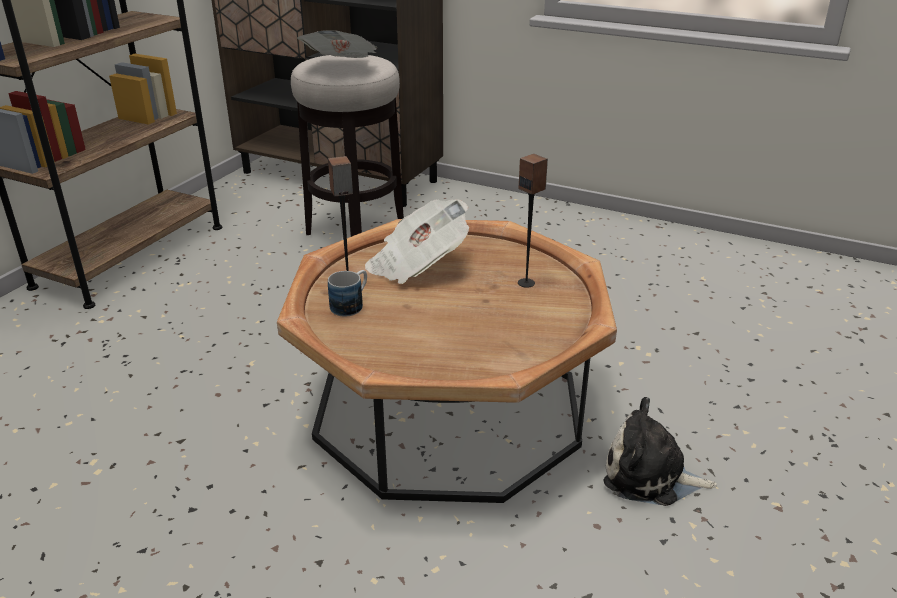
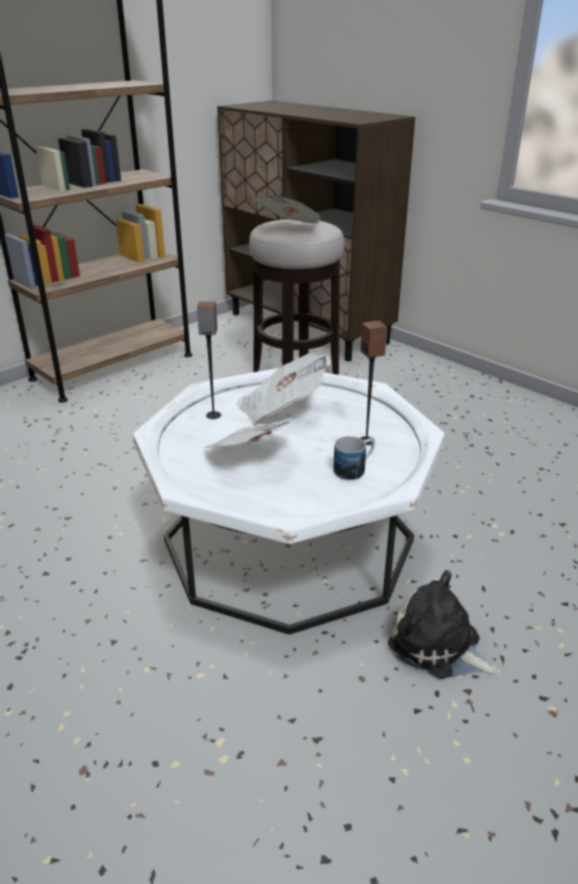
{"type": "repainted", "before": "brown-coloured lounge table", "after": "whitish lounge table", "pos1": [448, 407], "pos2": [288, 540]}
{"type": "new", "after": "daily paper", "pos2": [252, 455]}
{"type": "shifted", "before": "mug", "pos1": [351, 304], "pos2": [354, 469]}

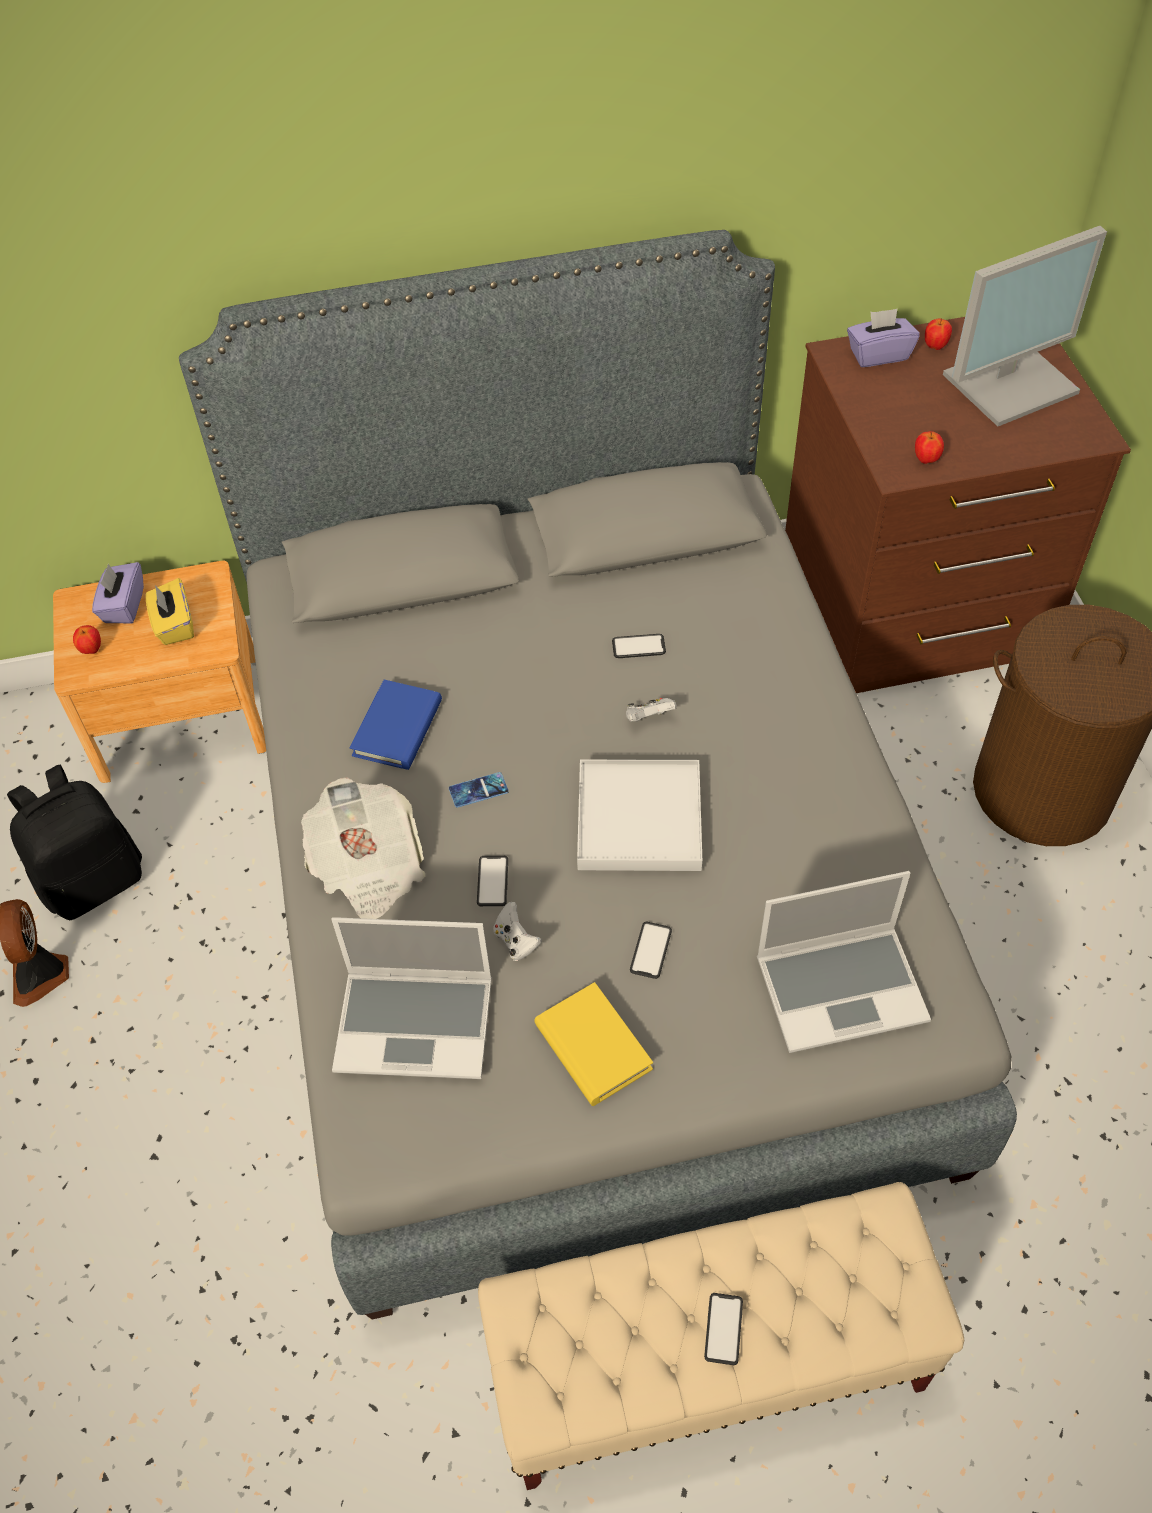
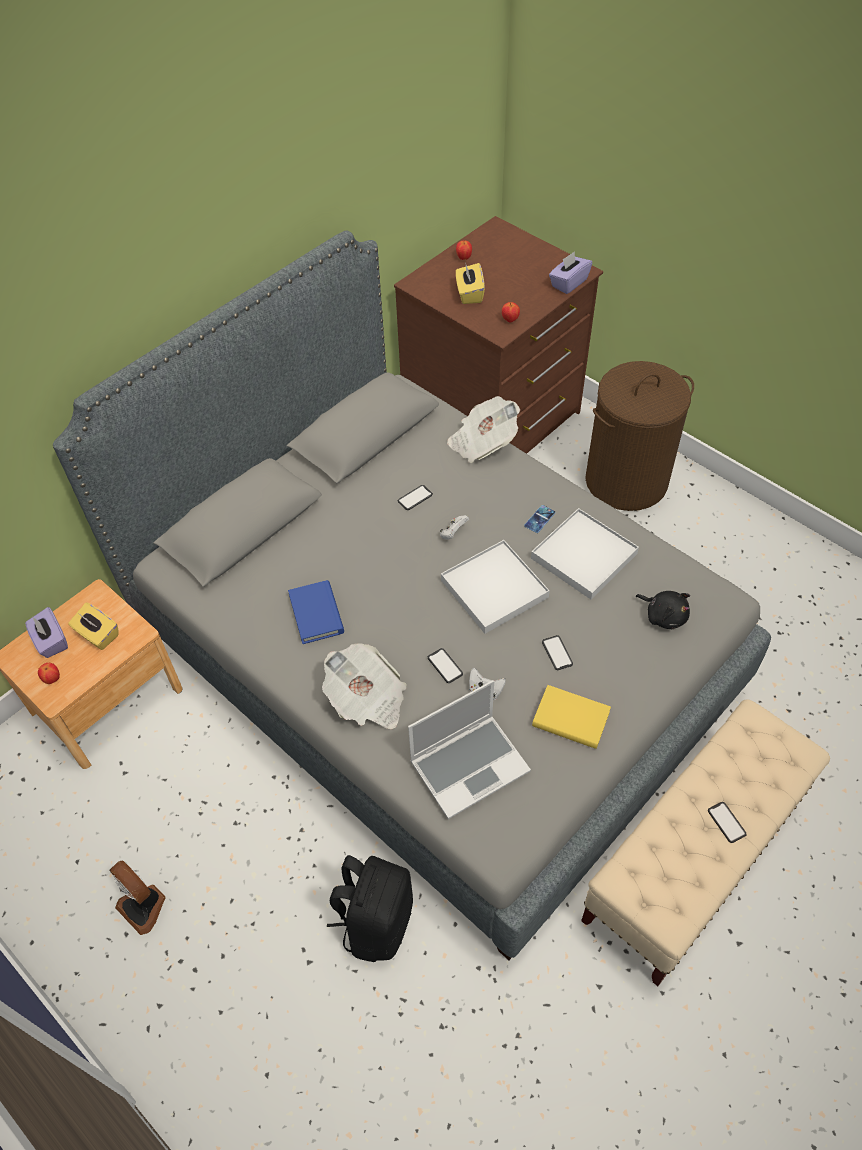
{"type": "shifted", "before": "black backpack", "pos1": [93, 880], "pos2": [376, 921]}
{"type": "new", "after": "daily paper", "pos2": [482, 442]}
{"type": "new", "after": "yellow box of tissues", "pos2": [469, 294]}
{"type": "shifted", "before": "phone", "pos1": [478, 790], "pos2": [539, 519]}
{"type": "new", "after": "whitish tray", "pos2": [584, 556]}
{"type": "shifted", "before": "purplish box of tissues", "pos1": [878, 354], "pos2": [568, 283]}
{"type": "swapped", "before": "laptop", "after": "black plush toy", "pos1": [842, 987], "pos2": [664, 615]}
{"type": "gone", "before": "computer display", "pos1": [1010, 382]}

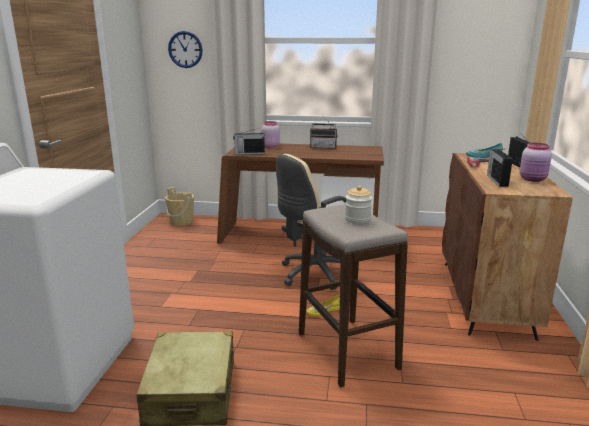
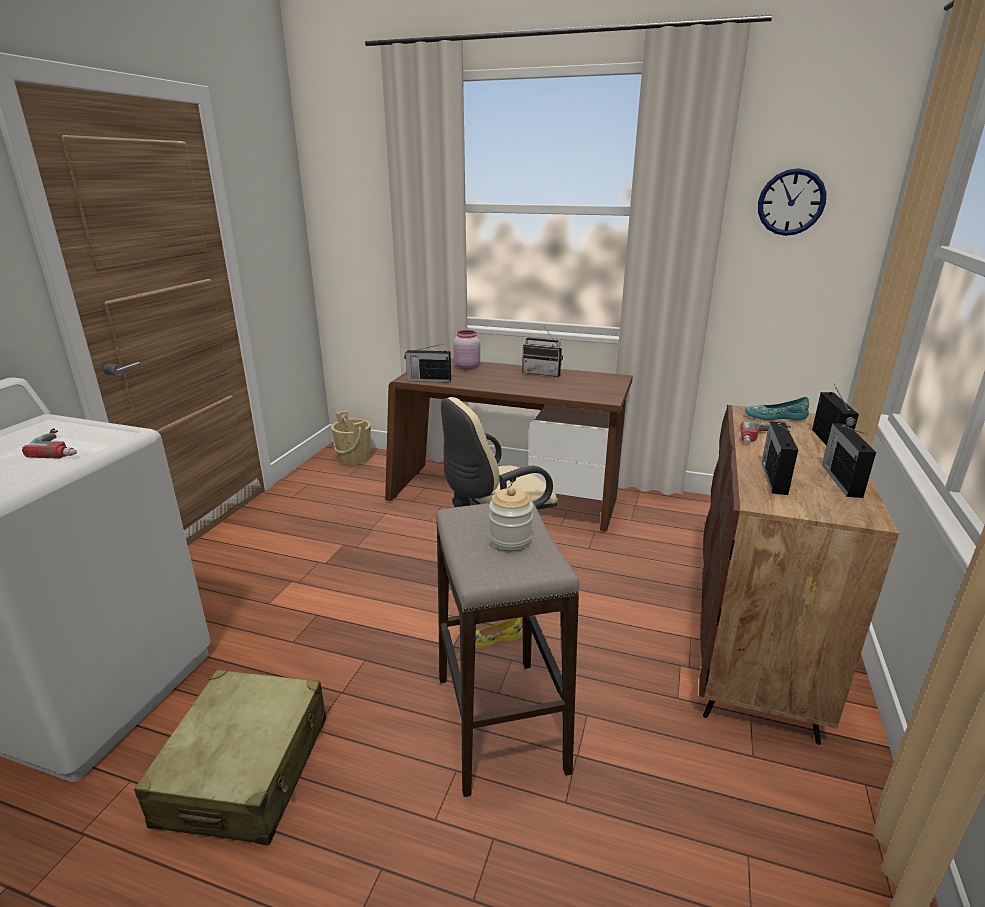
{"type": "new", "after": "electric drill", "pos2": [64, 446]}
{"type": "shifted", "before": "hanging clock", "pos1": [185, 49], "pos2": [791, 202]}
{"type": "swapped", "before": "pinkish storage jar", "after": "radio receiver", "pos1": [533, 179], "pos2": [841, 480]}

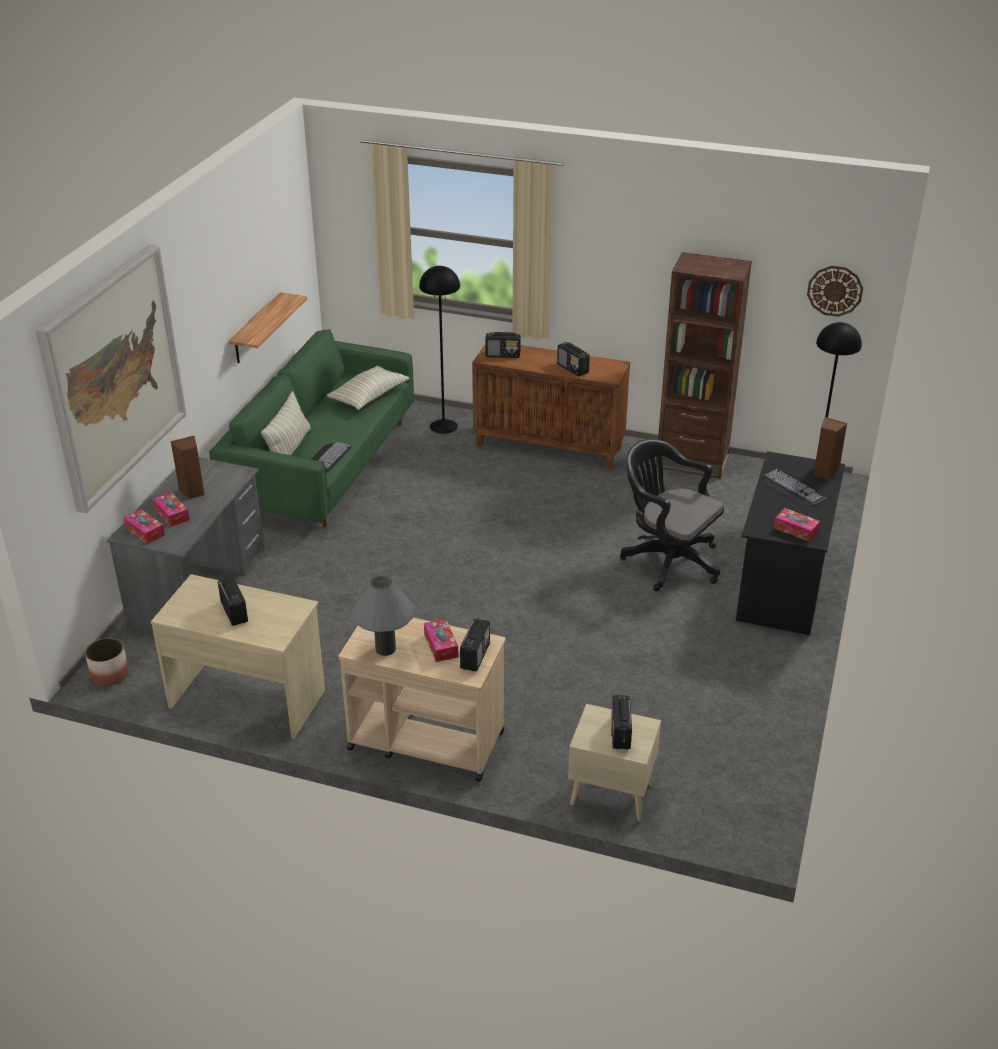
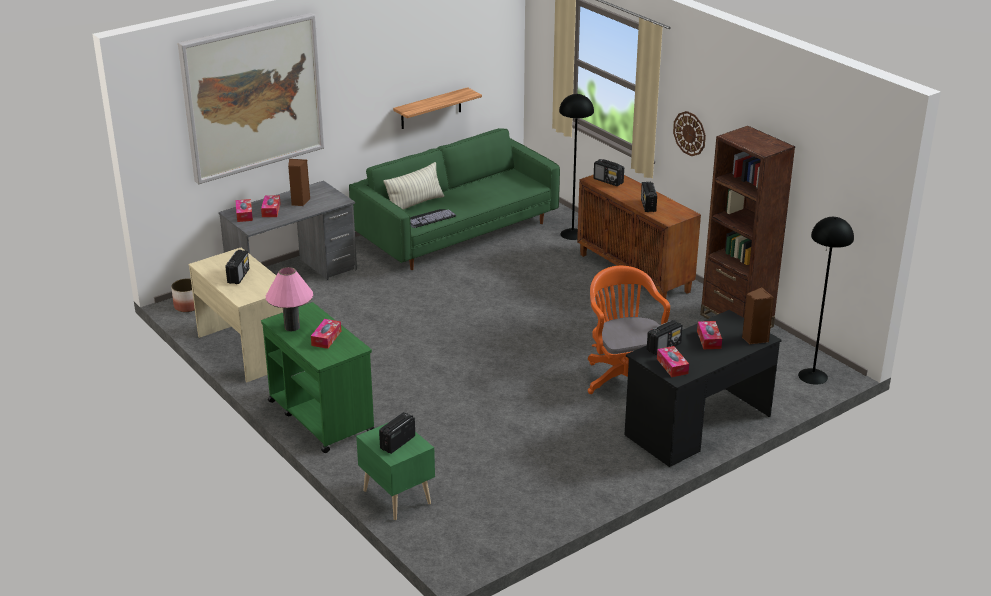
{"type": "repainted", "before": "sand-coloured wheeled cart", "after": "greenish wheeled cart", "pos1": [425, 740], "pos2": [320, 416]}
{"type": "repainted", "before": "greyish table lamp", "after": "pinkish table lamp", "pos1": [385, 649], "pos2": [292, 327]}
{"type": "repainted", "before": "sand-coloured nightstand", "after": "greenish nightstand", "pos1": [610, 792], "pos2": [397, 496]}
{"type": "repainted", "before": "black computer chair", "after": "orangey computer chair", "pos1": [667, 560], "pos2": [625, 378]}
{"type": "shifted", "before": "radio receiver", "pos1": [475, 656], "pos2": [664, 347]}
{"type": "shifted", "before": "hanging clock", "pos1": [835, 290], "pos2": [689, 133]}
{"type": "swapped", "before": "keyboard", "after": "box of tissues", "pos1": [790, 489], "pos2": [709, 340]}
{"type": "gone", "before": "cushion", "pos1": [369, 397]}

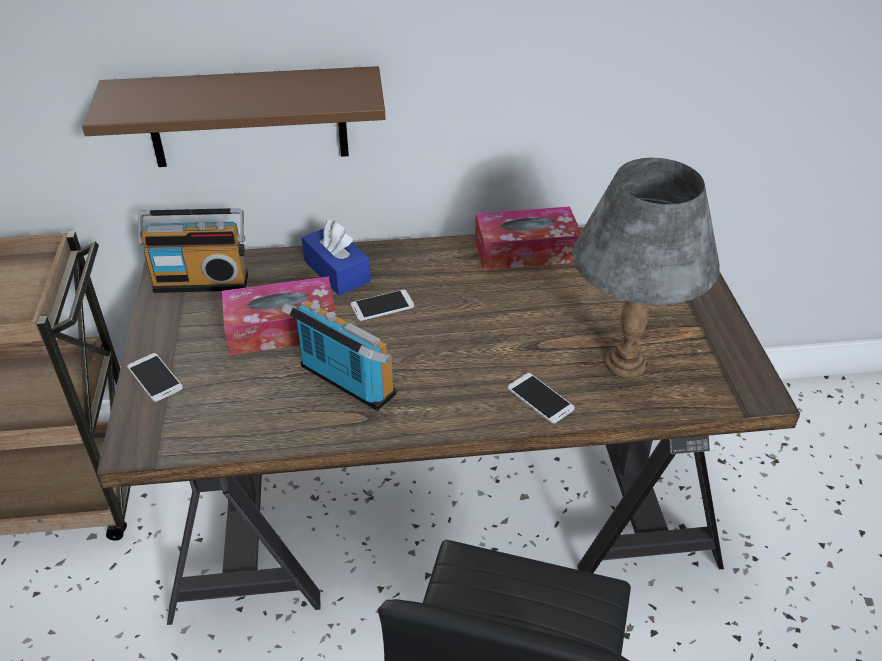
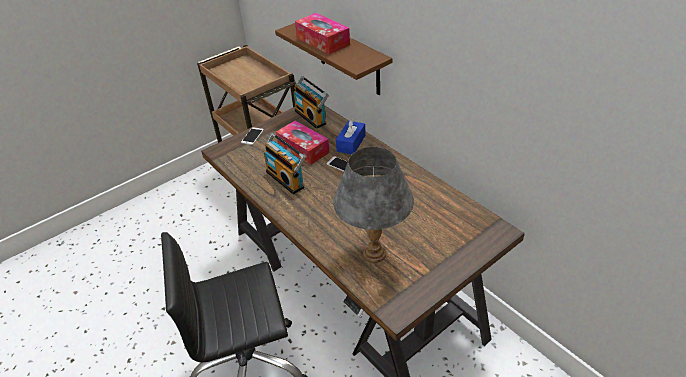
{"type": "rotated", "before": "radio receiver", "pos1": [343, 383], "pos2": [287, 178], "turn": 135}
{"type": "shifted", "before": "box of tissues", "pos1": [526, 251], "pos2": [323, 41]}
{"type": "gone", "before": "phone", "pos1": [540, 398]}

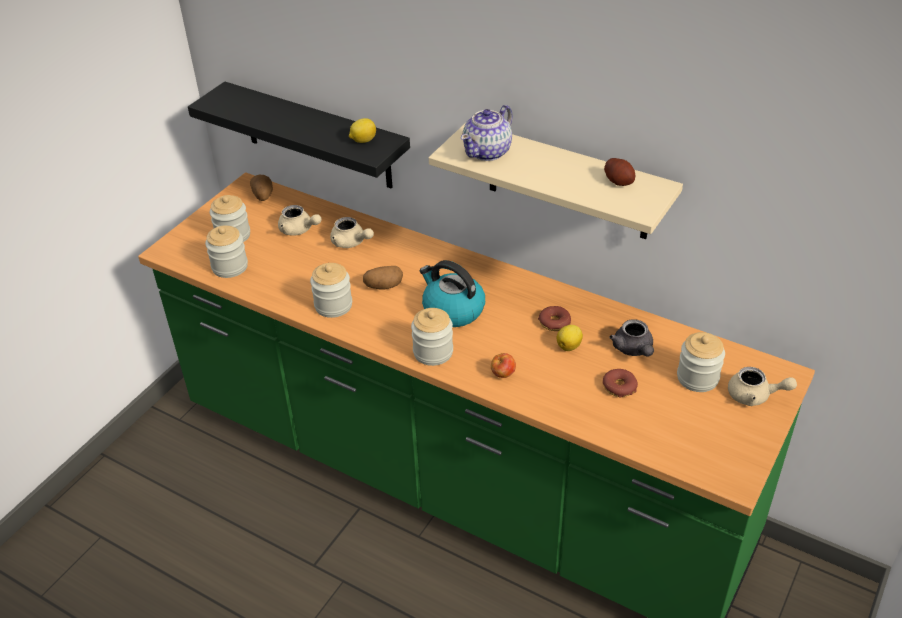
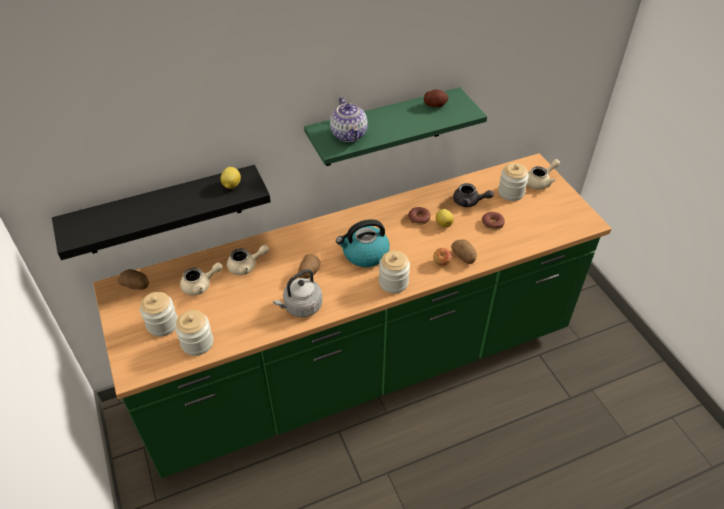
{"type": "swapped", "before": "storage jar", "after": "greyish water kettle", "pos1": [333, 305], "pos2": [301, 307]}
{"type": "repainted", "before": "sand-coloured wall shelf", "after": "greenish wall shelf", "pos1": [568, 182], "pos2": [383, 128]}
{"type": "new", "after": "spud", "pos2": [464, 257]}

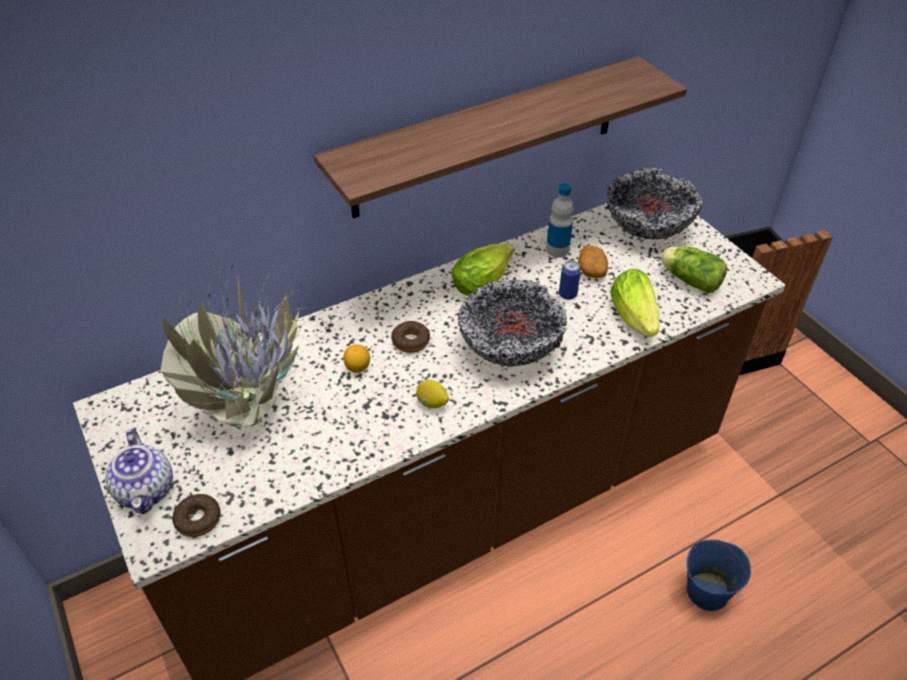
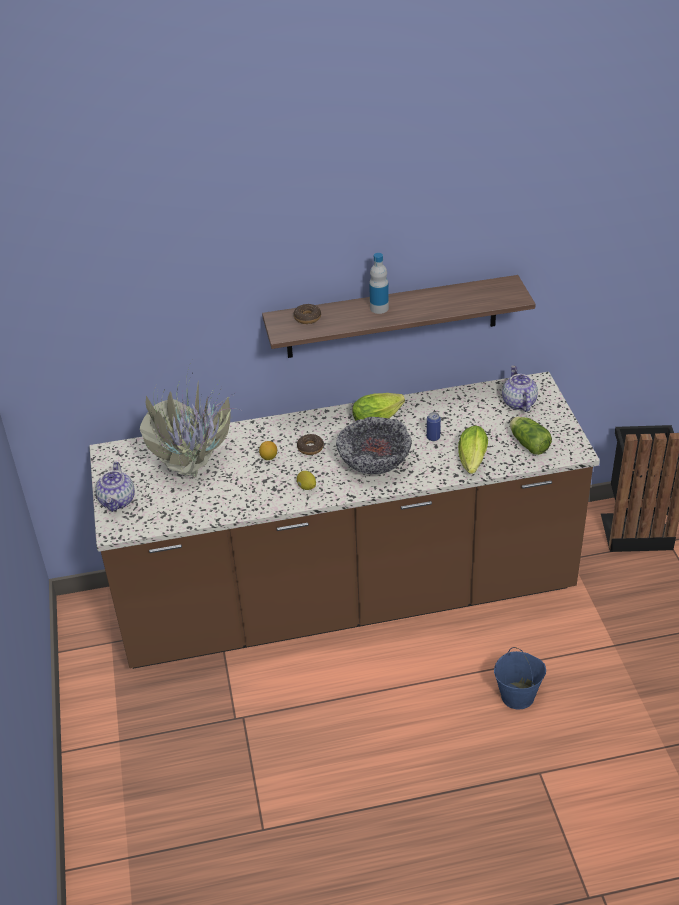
{"type": "shifted", "before": "donut", "pos1": [198, 519], "pos2": [307, 318]}
{"type": "shifted", "before": "beverage bottle", "pos1": [557, 250], "pos2": [379, 308]}
{"type": "swapped", "before": "serving bowl", "after": "teapot", "pos1": [646, 228], "pos2": [518, 402]}
{"type": "gone", "before": "spud", "pos1": [591, 270]}

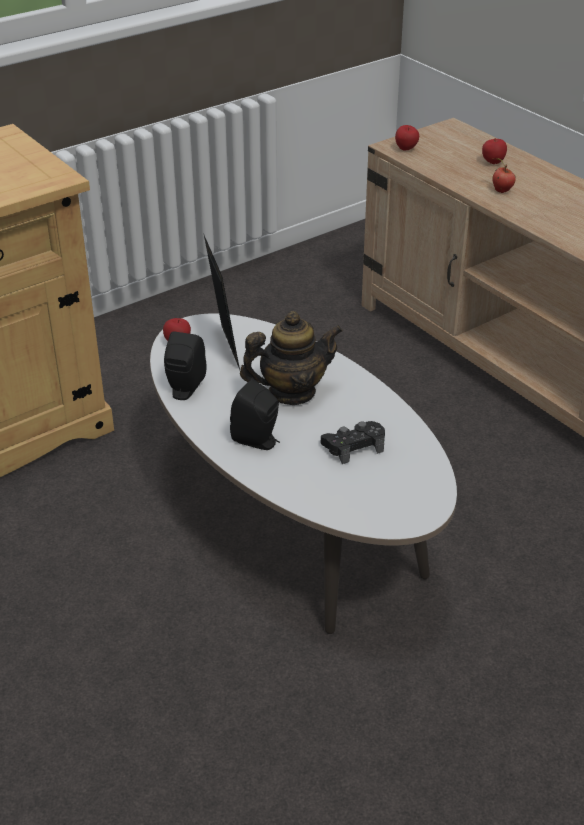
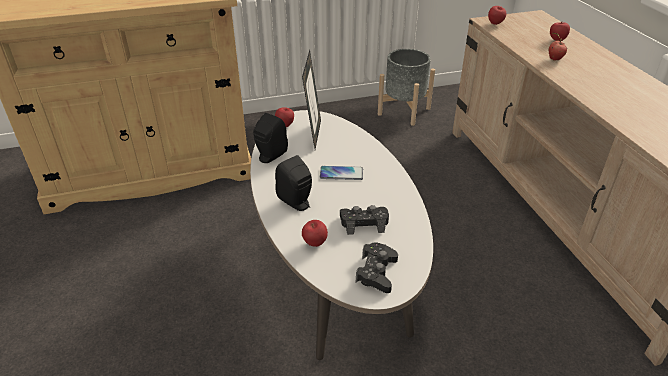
{"type": "new", "after": "whole apple", "pos2": [314, 243]}
{"type": "swapped", "before": "teapot", "after": "phone", "pos1": [291, 392], "pos2": [341, 173]}
{"type": "new", "after": "black game controller", "pos2": [376, 272]}
{"type": "new", "after": "greyish flower pot", "pos2": [404, 111]}

